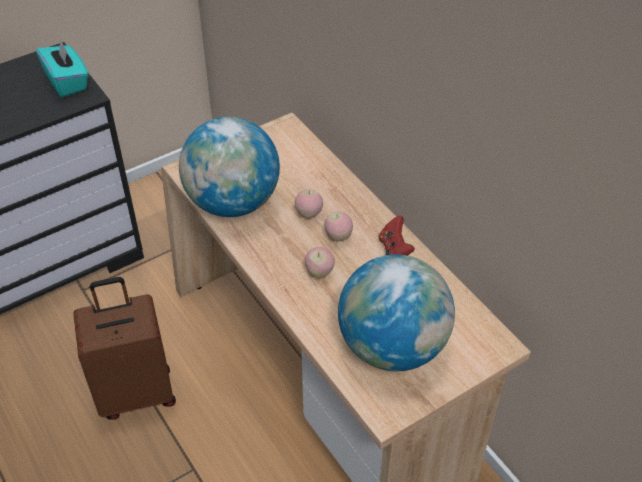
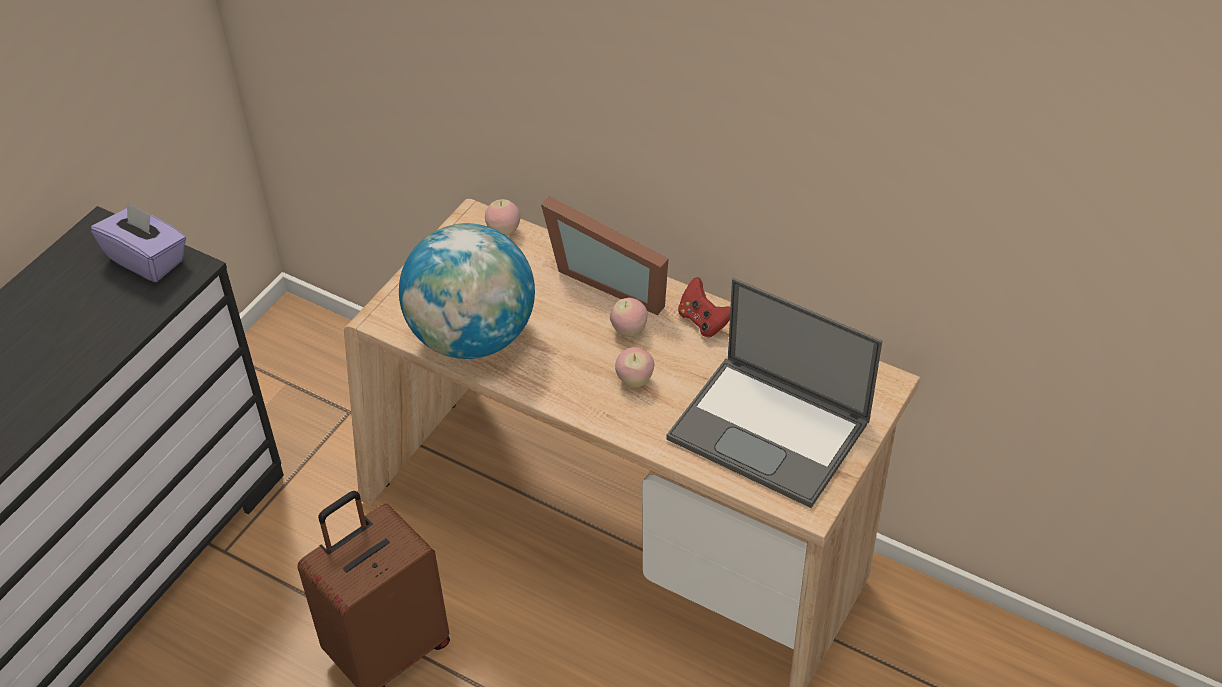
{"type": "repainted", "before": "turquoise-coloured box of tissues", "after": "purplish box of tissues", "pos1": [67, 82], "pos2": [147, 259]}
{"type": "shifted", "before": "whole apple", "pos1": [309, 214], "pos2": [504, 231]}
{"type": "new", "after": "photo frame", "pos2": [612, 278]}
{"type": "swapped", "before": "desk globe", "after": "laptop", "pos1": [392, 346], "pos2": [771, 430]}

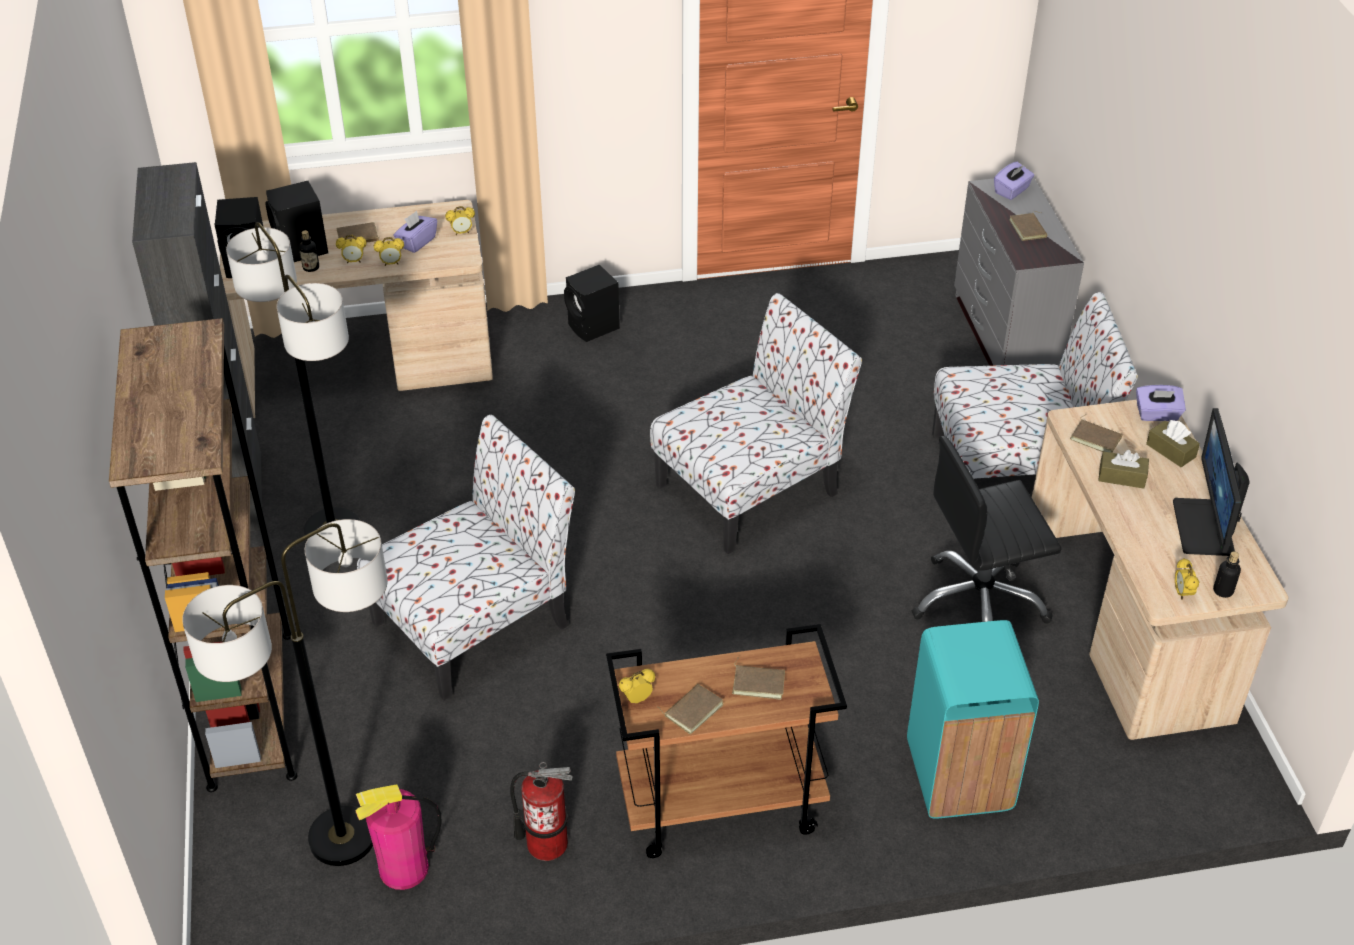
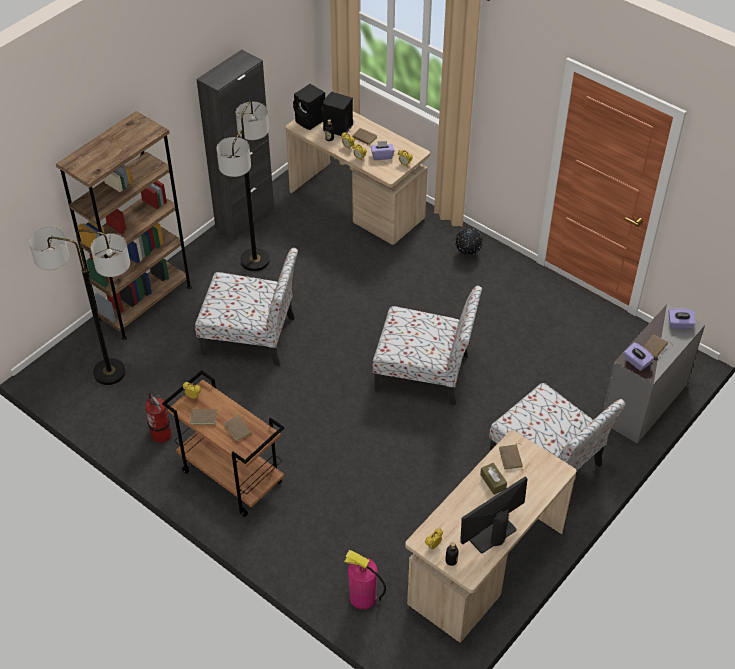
{"type": "shifted", "before": "fire-fighting cylinder", "pos1": [404, 868], "pos2": [363, 597]}
{"type": "swapped", "before": "black speaker", "after": "desk globe", "pos1": [594, 327], "pos2": [467, 254]}
{"type": "shifted", "before": "purplish box of tissues", "pos1": [1157, 414], "pos2": [636, 362]}
{"type": "gone", "before": "turquoise-coloured trash can", "pos1": [958, 777]}
{"type": "gone", "before": "black computer chair", "pos1": [979, 603]}
{"type": "gone", "before": "brown-coloured box of tissues", "pos1": [1170, 451]}

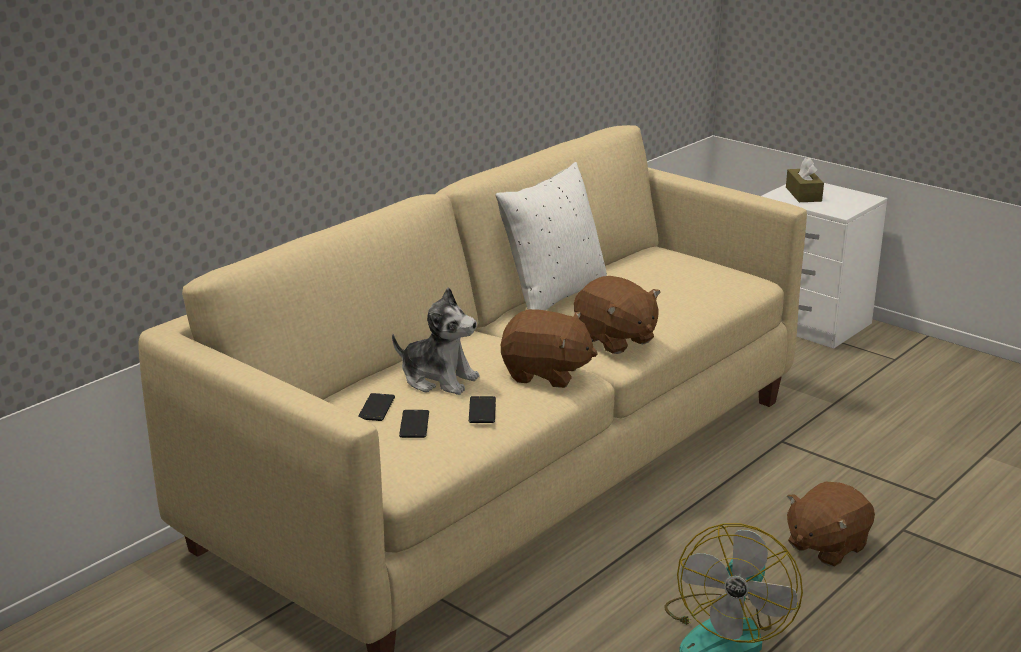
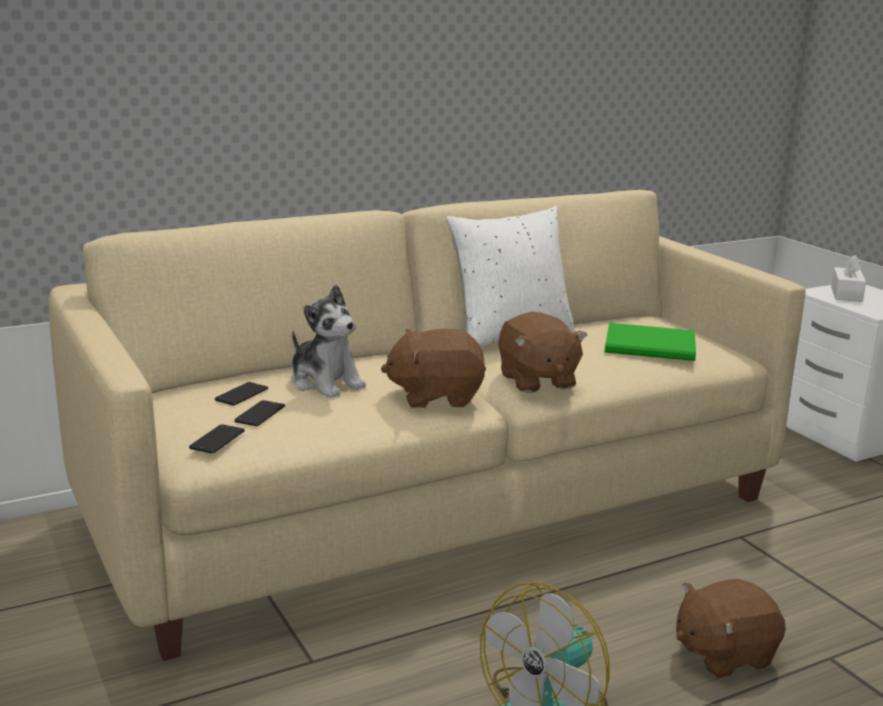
{"type": "shifted", "before": "phone", "pos1": [482, 410], "pos2": [217, 440]}
{"type": "rotated", "before": "brown-coloured plush toy", "pos1": [545, 374], "pos2": [435, 396], "turn": 135}
{"type": "new", "after": "greenish bound book", "pos2": [653, 346]}
{"type": "repainted", "before": "brown-coloured box of tissues", "after": "whitish box of tissues", "pos1": [803, 194], "pos2": [846, 294]}

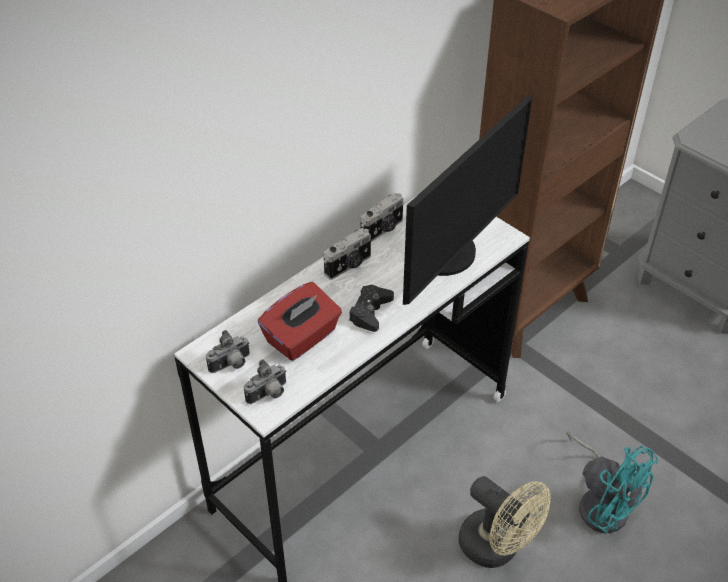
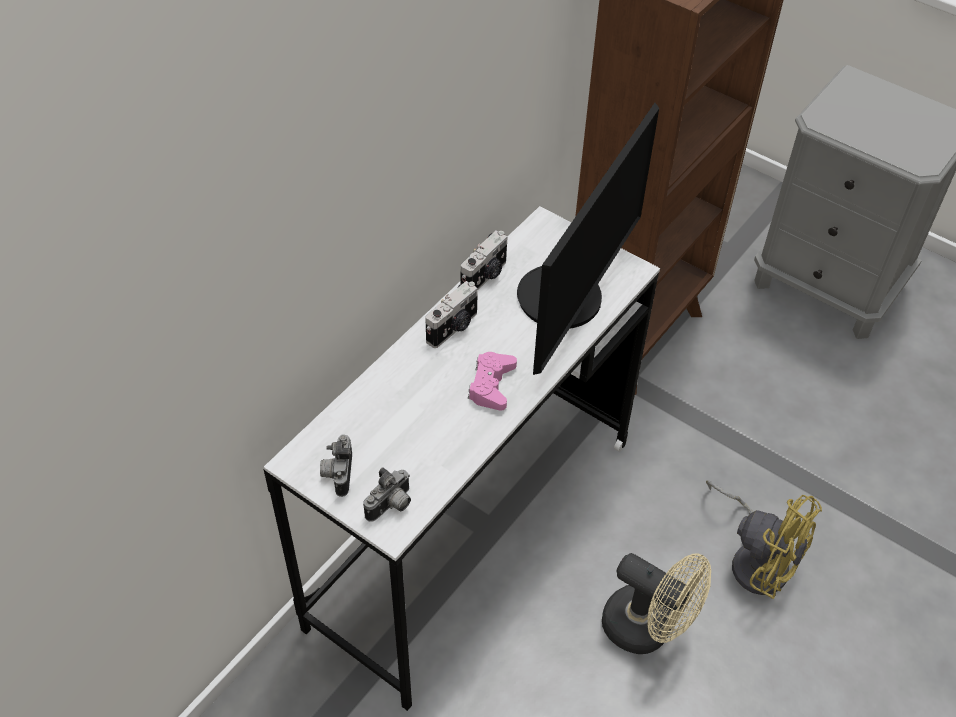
{"type": "rotated", "before": "still camera", "pos1": [231, 365], "pos2": [338, 473], "turn": 135}
{"type": "repainted", "before": "black game controller", "after": "pinkish game controller", "pos1": [370, 312], "pos2": [491, 385]}
{"type": "repainted", "before": "turquoise-coloured cooling fan", "after": "yellow cooling fan", "pos1": [601, 502], "pos2": [756, 559]}
{"type": "gone", "before": "reddish box of tissues", "pos1": [302, 338]}

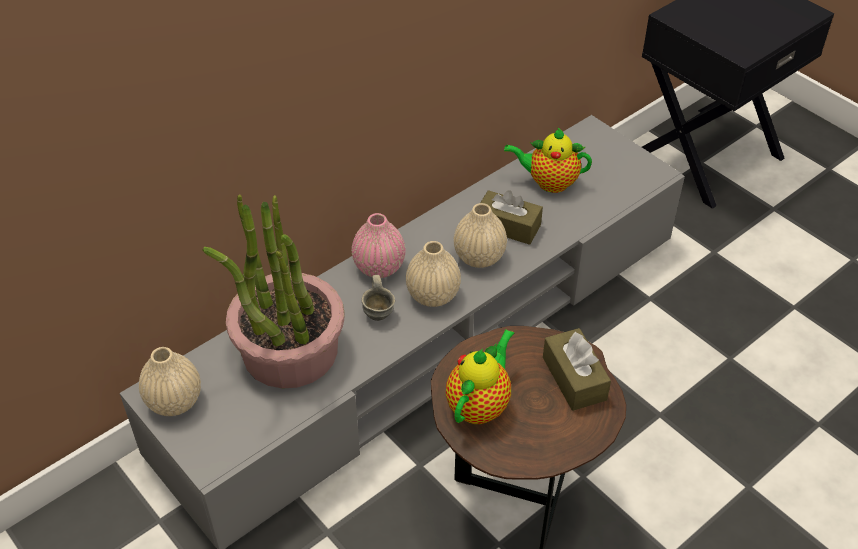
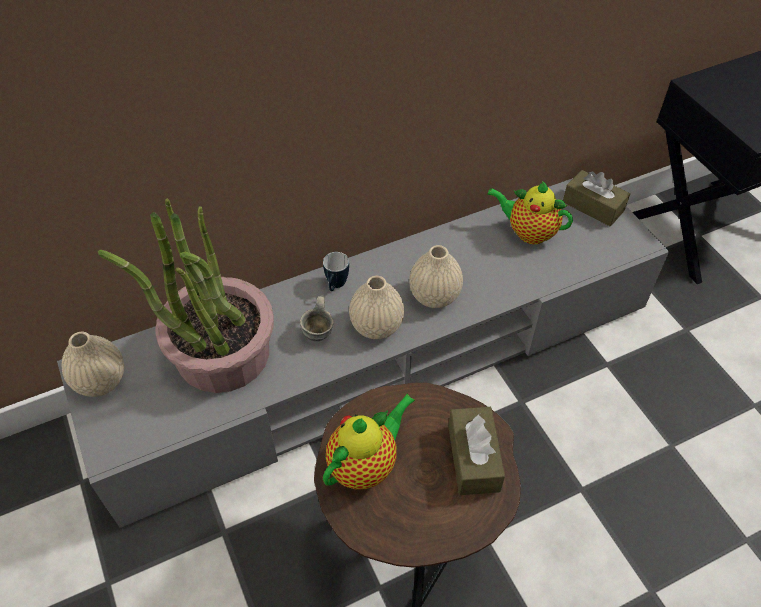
{"type": "swapped", "before": "pinkish flower vase", "after": "mug", "pos1": [379, 267], "pos2": [335, 286]}
{"type": "shifted", "before": "brown-coloured box of tissues", "pos1": [508, 226], "pos2": [593, 206]}

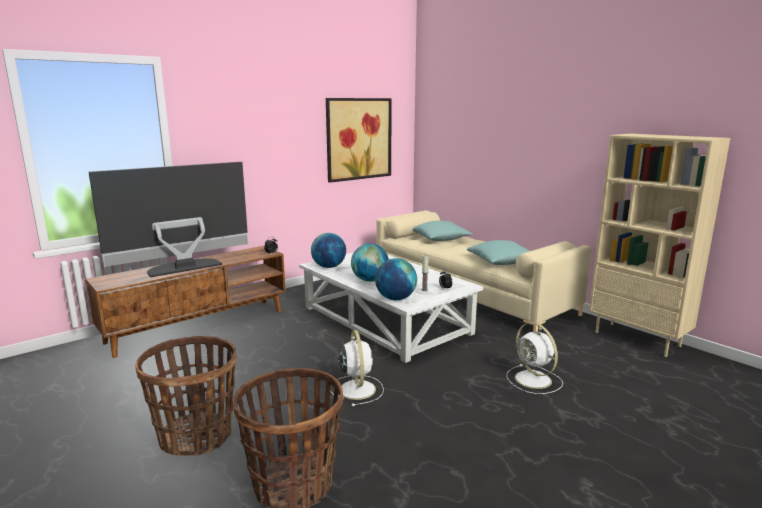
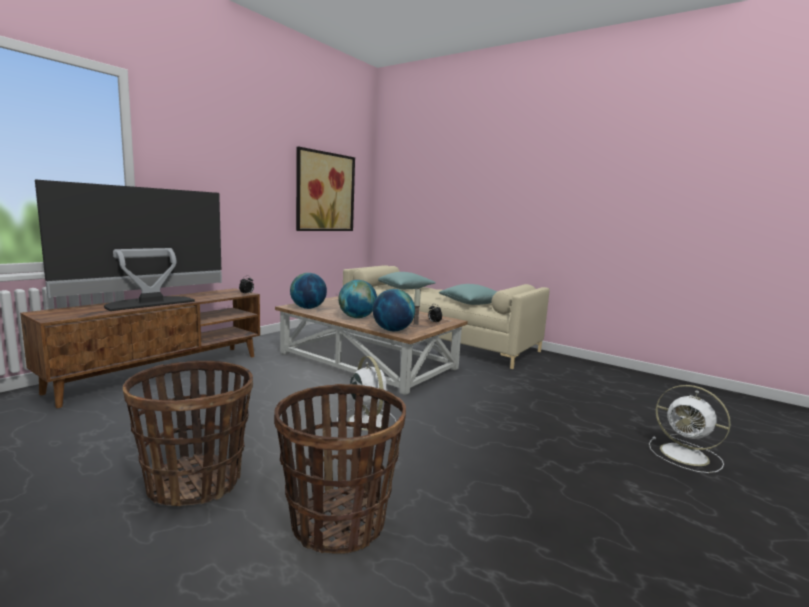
{"type": "repainted", "before": "whitish lounge table", "after": "brown-coloured lounge table", "pos1": [386, 320], "pos2": [369, 361]}
{"type": "shifted", "before": "whitish cooling fan", "pos1": [534, 380], "pos2": [686, 455]}
{"type": "gone", "before": "sand-coloured bookcase", "pos1": [638, 339]}

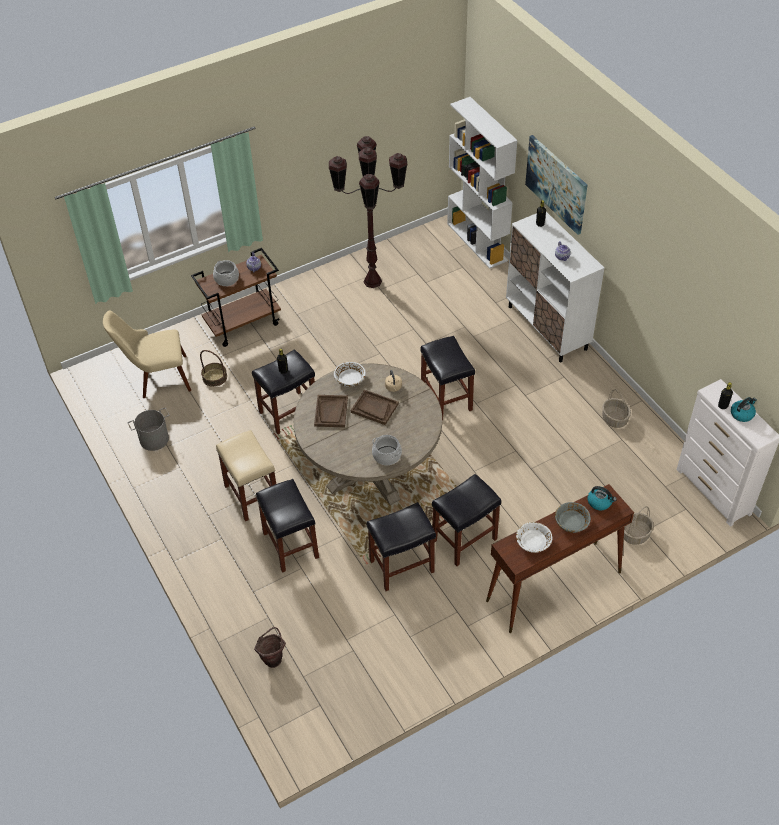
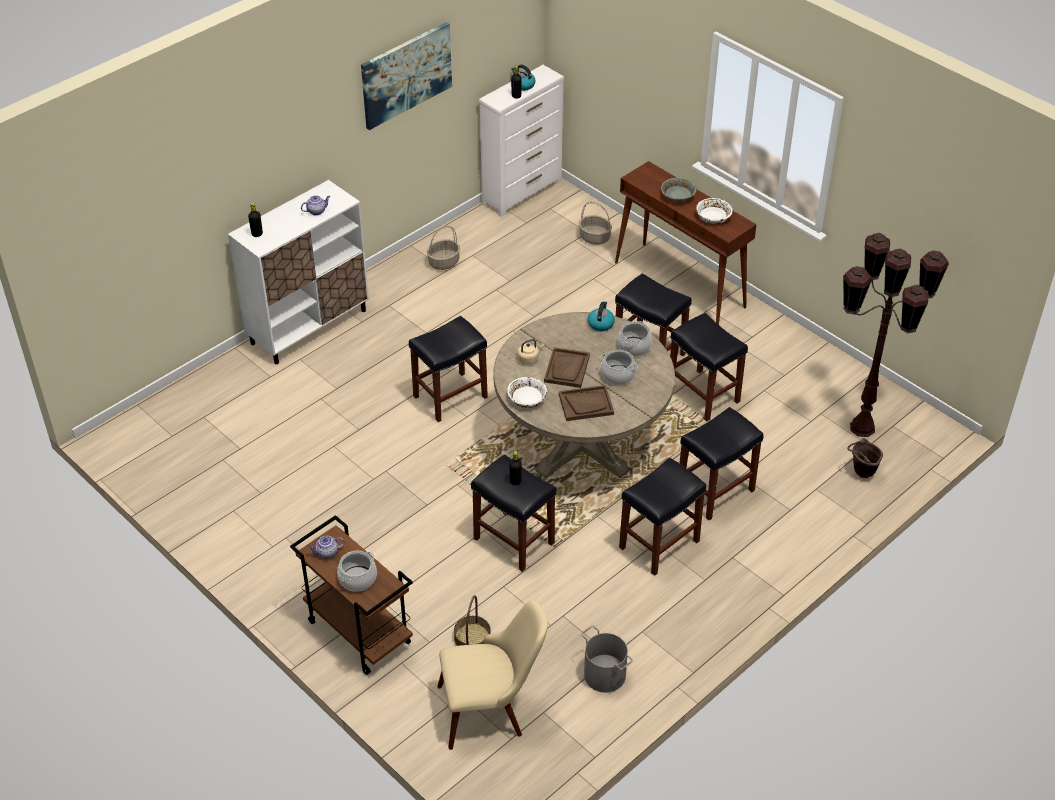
{"type": "shifted", "before": "wall art", "pos1": [556, 184], "pos2": [406, 75]}
{"type": "rotated", "before": "sand-coloured plain chair", "pos1": [156, 378], "pos2": [492, 708], "turn": -75}
{"type": "shifted", "before": "water kettle", "pos1": [600, 502], "pos2": [600, 323]}
{"type": "new", "after": "cooking pot", "pos2": [618, 375]}
{"type": "repainted", "before": "sand-coloured stool seat", "after": "black stool seat", "pos1": [251, 495], "pos2": [659, 545]}
{"type": "shifted", "before": "brown-coloured floor lamp", "pos1": [373, 281], "pos2": [861, 427]}
{"type": "gone", "before": "whitish bookcase", "pos1": [477, 242]}

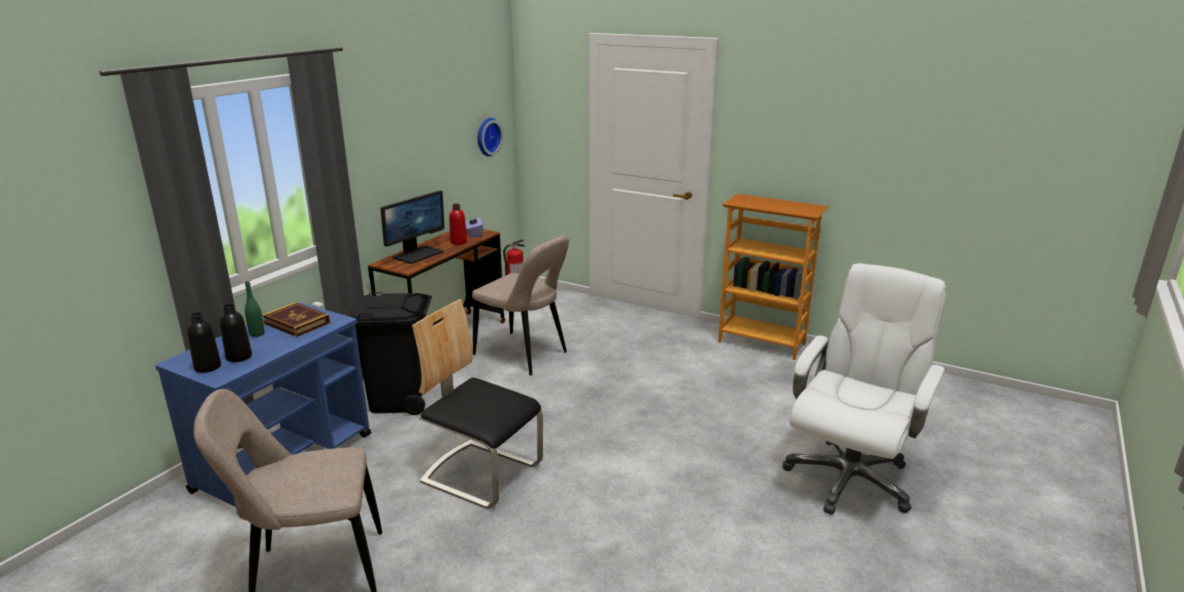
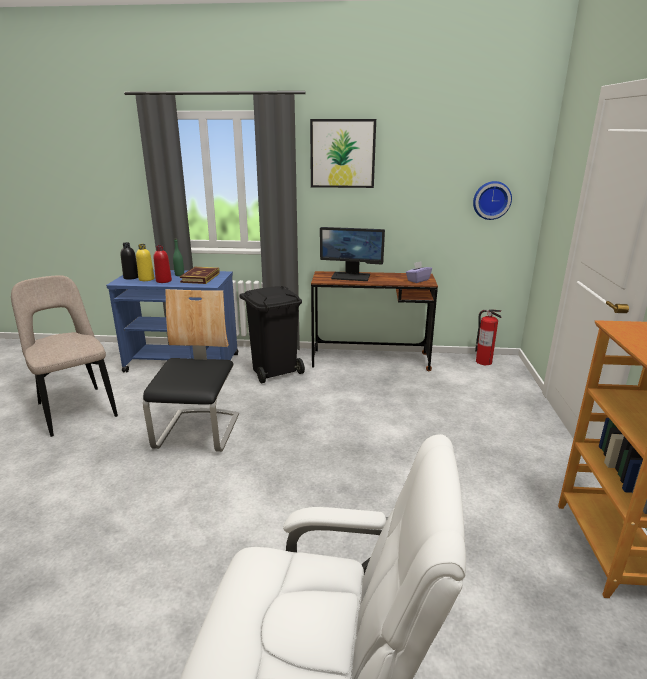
{"type": "repainted", "before": "black beverage bottle", "after": "yellow beverage bottle", "pos1": [239, 357], "pos2": [146, 279]}
{"type": "shifted", "before": "reddish beverage bottle", "pos1": [458, 242], "pos2": [163, 281]}
{"type": "new", "after": "wall art", "pos2": [342, 153]}
{"type": "gone", "before": "sand-coloured plain chair", "pos1": [524, 355]}

